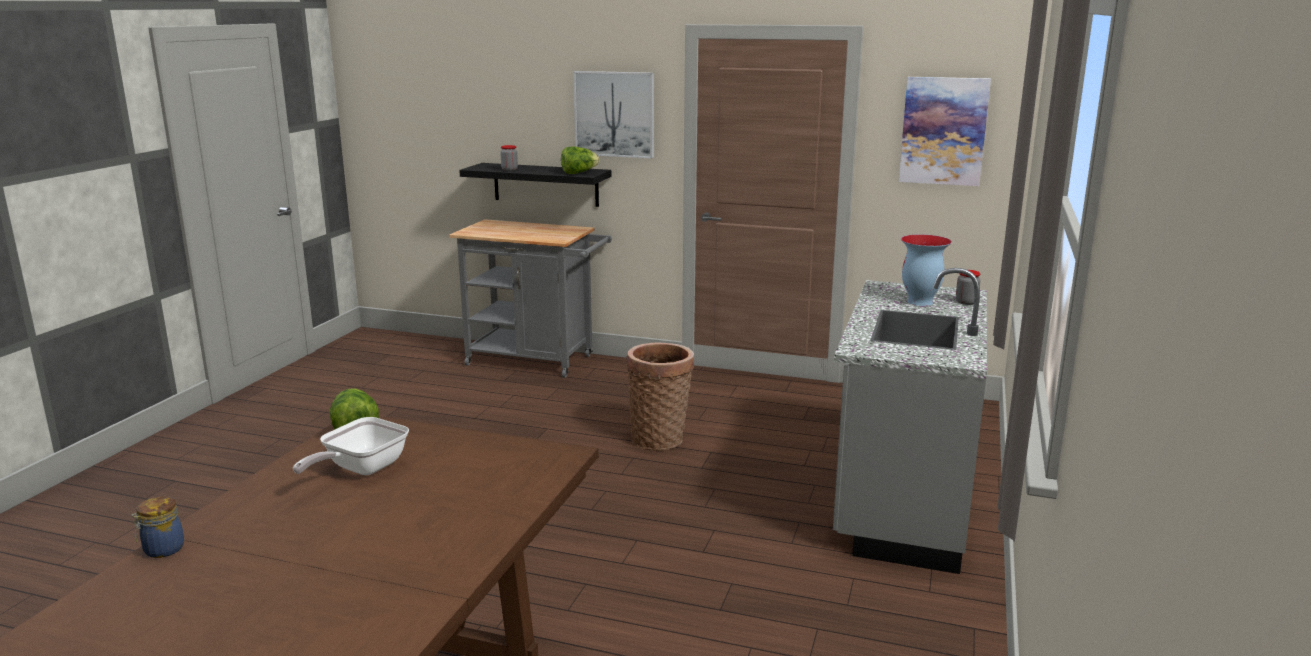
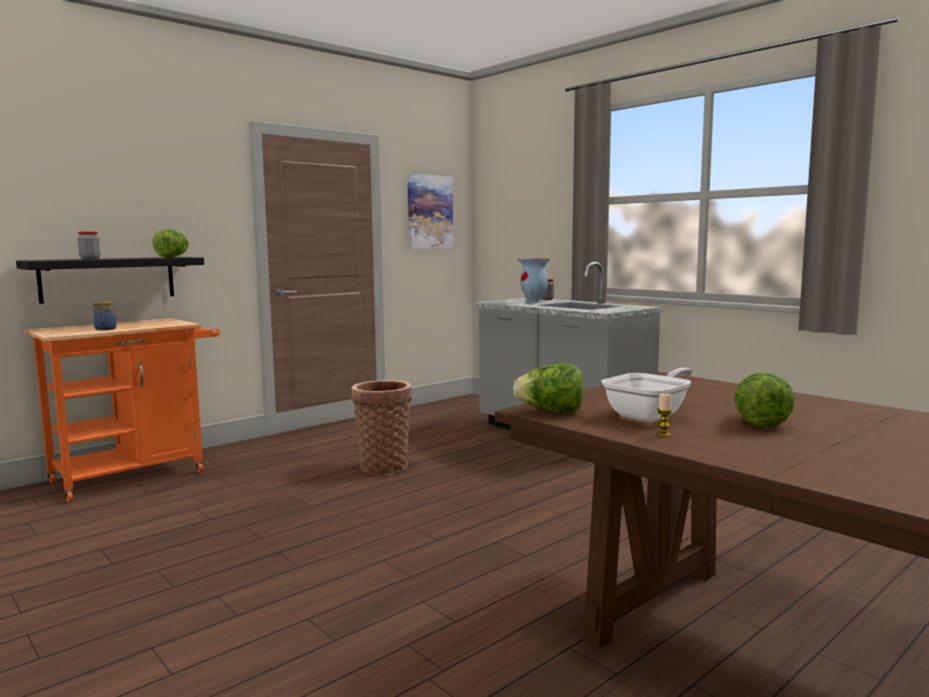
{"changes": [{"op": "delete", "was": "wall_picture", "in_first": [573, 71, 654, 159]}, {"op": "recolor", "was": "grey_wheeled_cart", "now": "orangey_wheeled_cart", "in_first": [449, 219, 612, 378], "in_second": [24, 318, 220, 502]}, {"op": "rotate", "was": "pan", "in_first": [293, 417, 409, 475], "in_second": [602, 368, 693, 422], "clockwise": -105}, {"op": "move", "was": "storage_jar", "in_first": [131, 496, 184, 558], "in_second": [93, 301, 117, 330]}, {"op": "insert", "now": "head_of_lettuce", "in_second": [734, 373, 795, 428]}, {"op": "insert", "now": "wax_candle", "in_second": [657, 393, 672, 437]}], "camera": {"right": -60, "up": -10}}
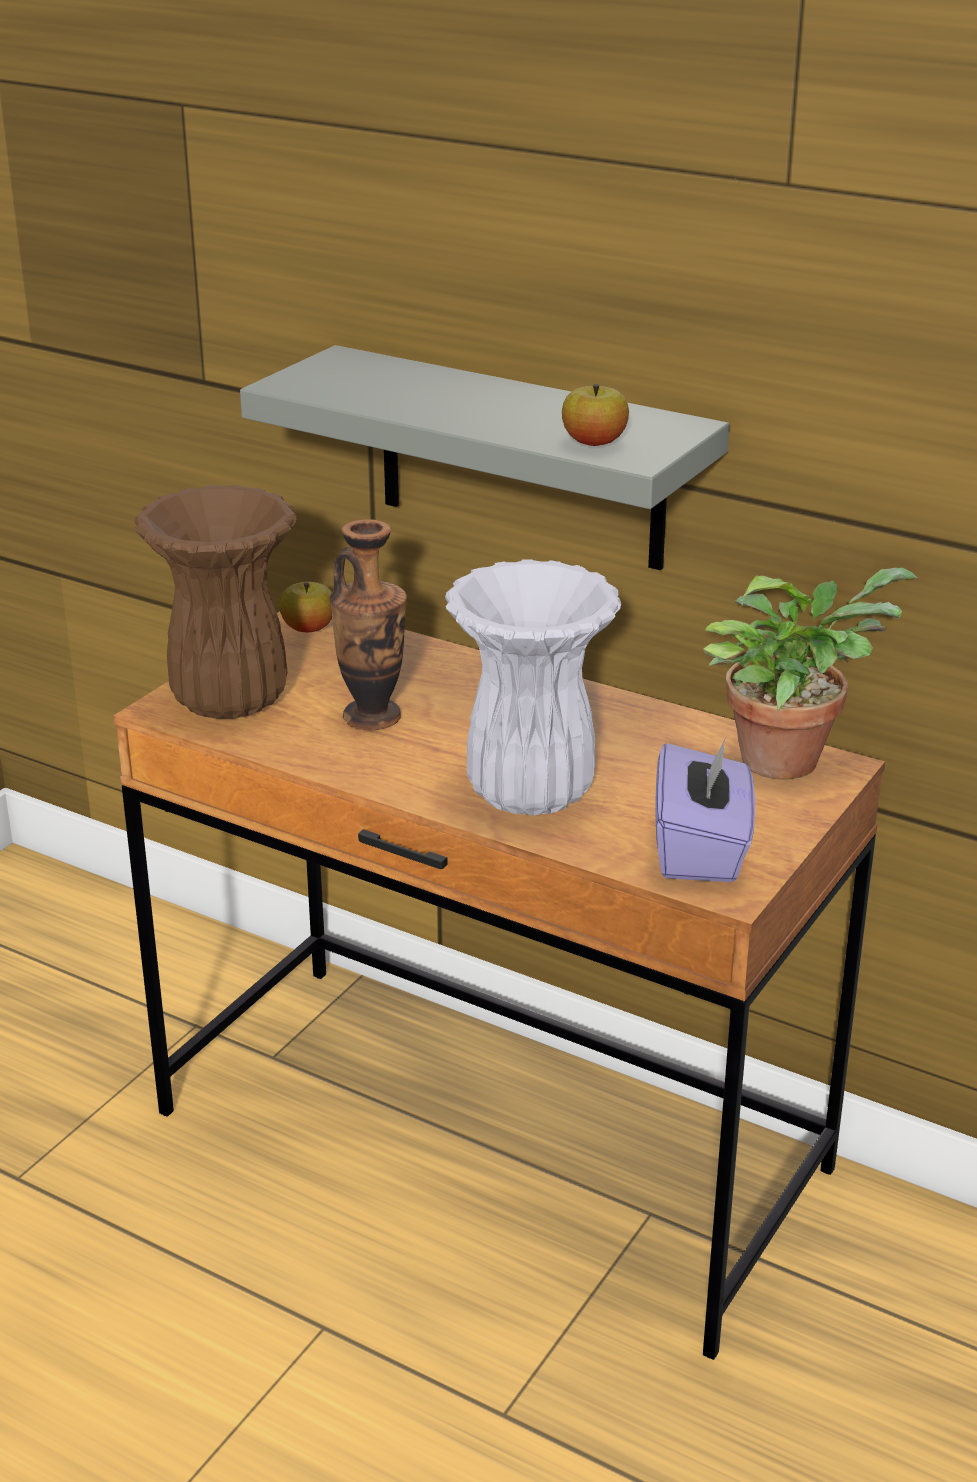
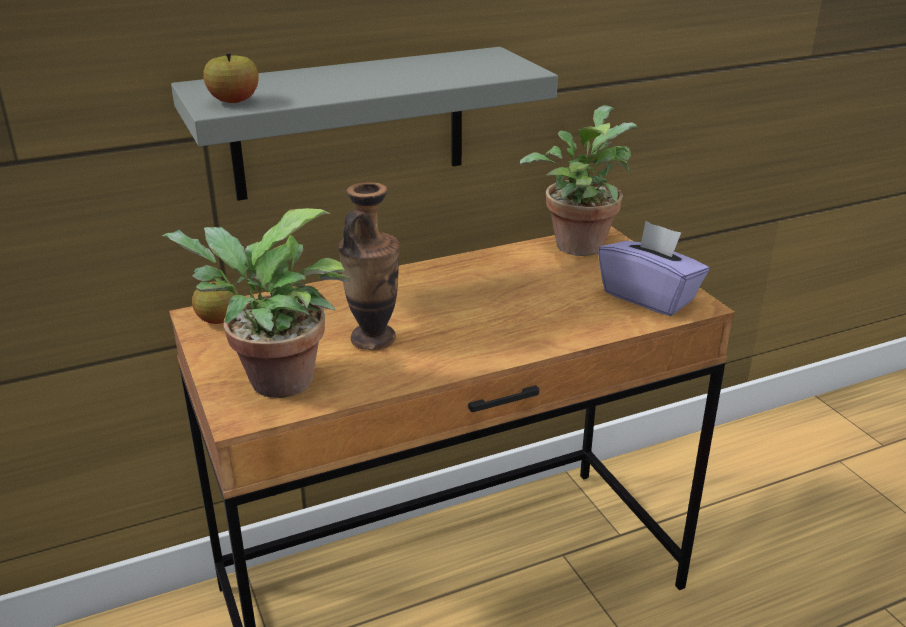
{"changes": [{"op": "move", "was": "apple_fruit", "in_first": [562, 384, 629, 446], "in_second": [203, 53, 259, 103]}, {"op": "replace", "was": "brown-coloured_flower_vase", "now": "plant_in_a_pot", "in_first": [135, 485, 297, 719], "in_second": [162, 208, 350, 398]}, {"op": "delete", "was": "white_flower_vase", "in_first": [445, 559, 621, 815]}], "camera": {"right": -55, "up": 0}}
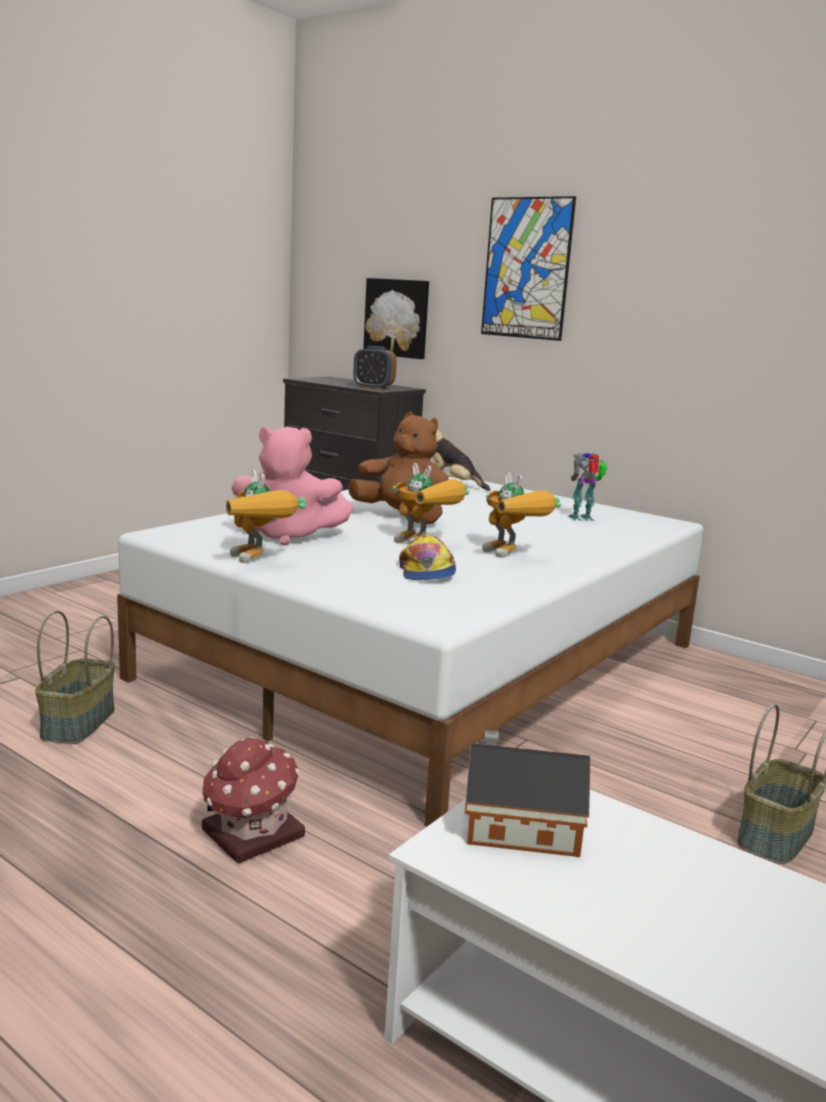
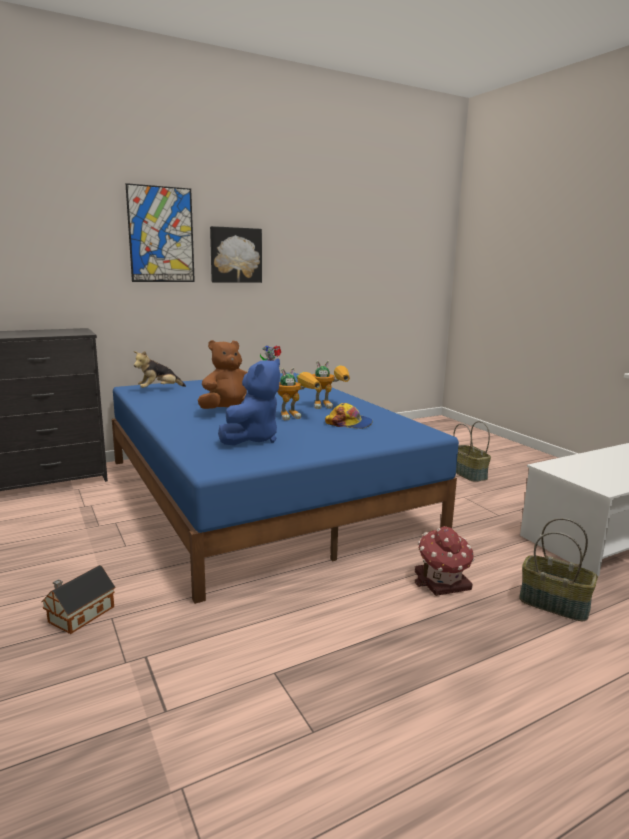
{"changes": [{"op": "move", "was": "wall_picture", "in_first": [363, 278, 429, 359], "in_second": [210, 226, 262, 283]}, {"op": "delete", "was": "bedside_clock", "in_first": [353, 346, 397, 390]}, {"op": "recolor", "was": "pinkish_soft_toy", "now": "blue_soft_toy", "in_first": [231, 427, 353, 546], "in_second": [218, 358, 280, 446]}, {"op": "delete", "was": "robot_figure", "in_first": [226, 470, 306, 563]}, {"op": "recolor", "was": "white_bedroom_bed", "now": "blue_bedroom_bed", "in_first": [117, 473, 703, 826], "in_second": [112, 373, 459, 604]}, {"op": "move", "was": "storage_basket", "in_first": [35, 611, 115, 744], "in_second": [519, 518, 598, 621]}, {"op": "move", "was": "miniature_house", "in_first": [465, 731, 590, 857], "in_second": [42, 565, 116, 634]}], "camera": {"right": -65, "up": 0}}
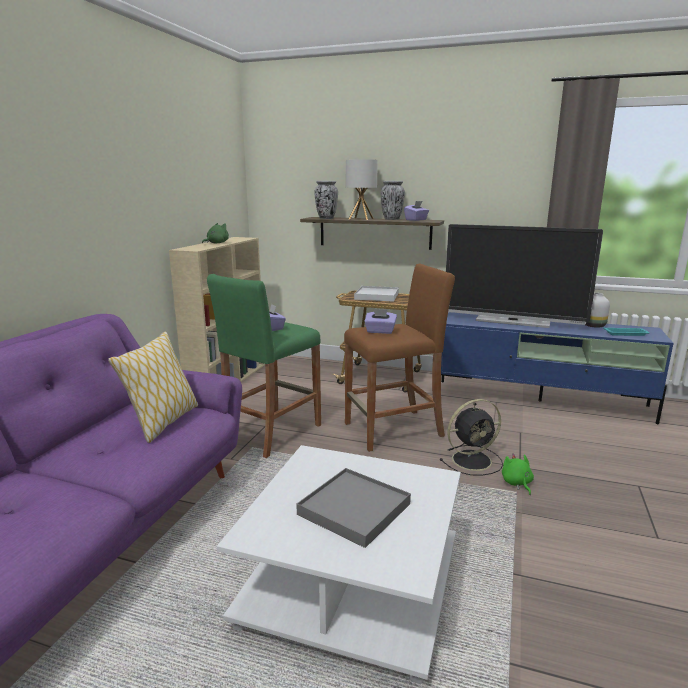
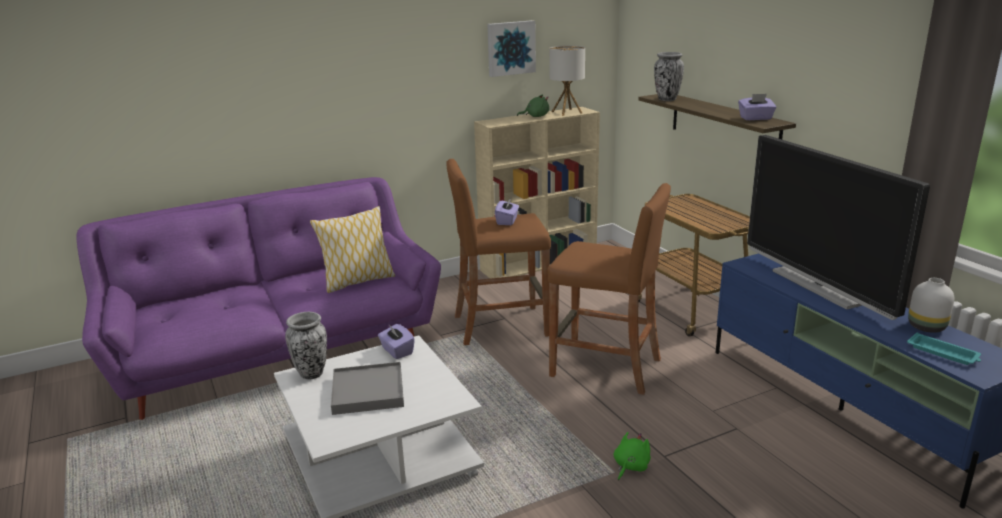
{"changes": [{"op": "move", "was": "table_lamp", "in_first": [346, 159, 378, 220], "in_second": [549, 45, 585, 116]}, {"op": "move", "was": "flower_vase", "in_first": [381, 181, 405, 220], "in_second": [285, 312, 327, 380]}, {"op": "recolor", "was": "green_sitting_stool", "now": "brown-coloured_sitting_stool", "in_first": [207, 274, 321, 458], "in_second": [447, 159, 551, 345]}, {"op": "delete", "was": "white_carrying_tray", "in_first": [354, 286, 399, 302]}, {"op": "move", "was": "purple_tissue_holder", "in_first": [364, 309, 397, 334], "in_second": [378, 324, 415, 359]}, {"op": "delete", "was": "black-coloured_cooling_fan", "in_first": [440, 399, 503, 476]}, {"op": "insert", "now": "wall_picture", "in_second": [487, 20, 536, 77]}], "camera": {"right": 45, "up": 5}}
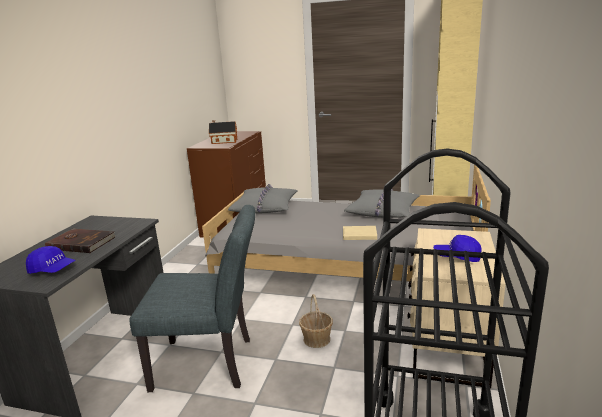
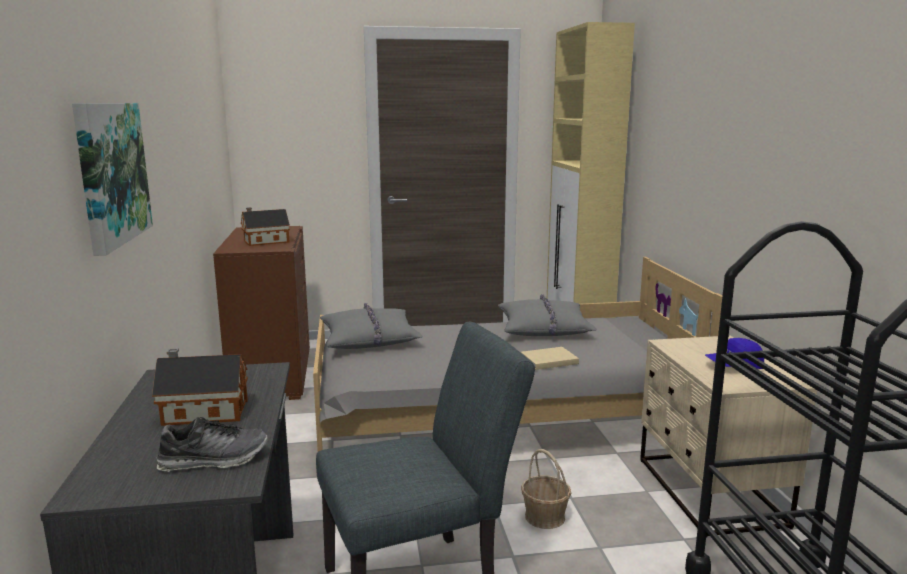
{"changes": [{"op": "replace", "was": "brown-coloured_volume", "now": "miniature_house", "in_first": [45, 229, 116, 253], "in_second": [152, 349, 248, 426]}, {"op": "replace", "was": "blue_peaked_cap", "now": "item_of_footwear", "in_first": [26, 246, 76, 274], "in_second": [157, 417, 268, 472]}, {"op": "insert", "now": "wall_picture", "in_second": [72, 103, 153, 256]}], "camera": {"right": -25, "up": -5}}
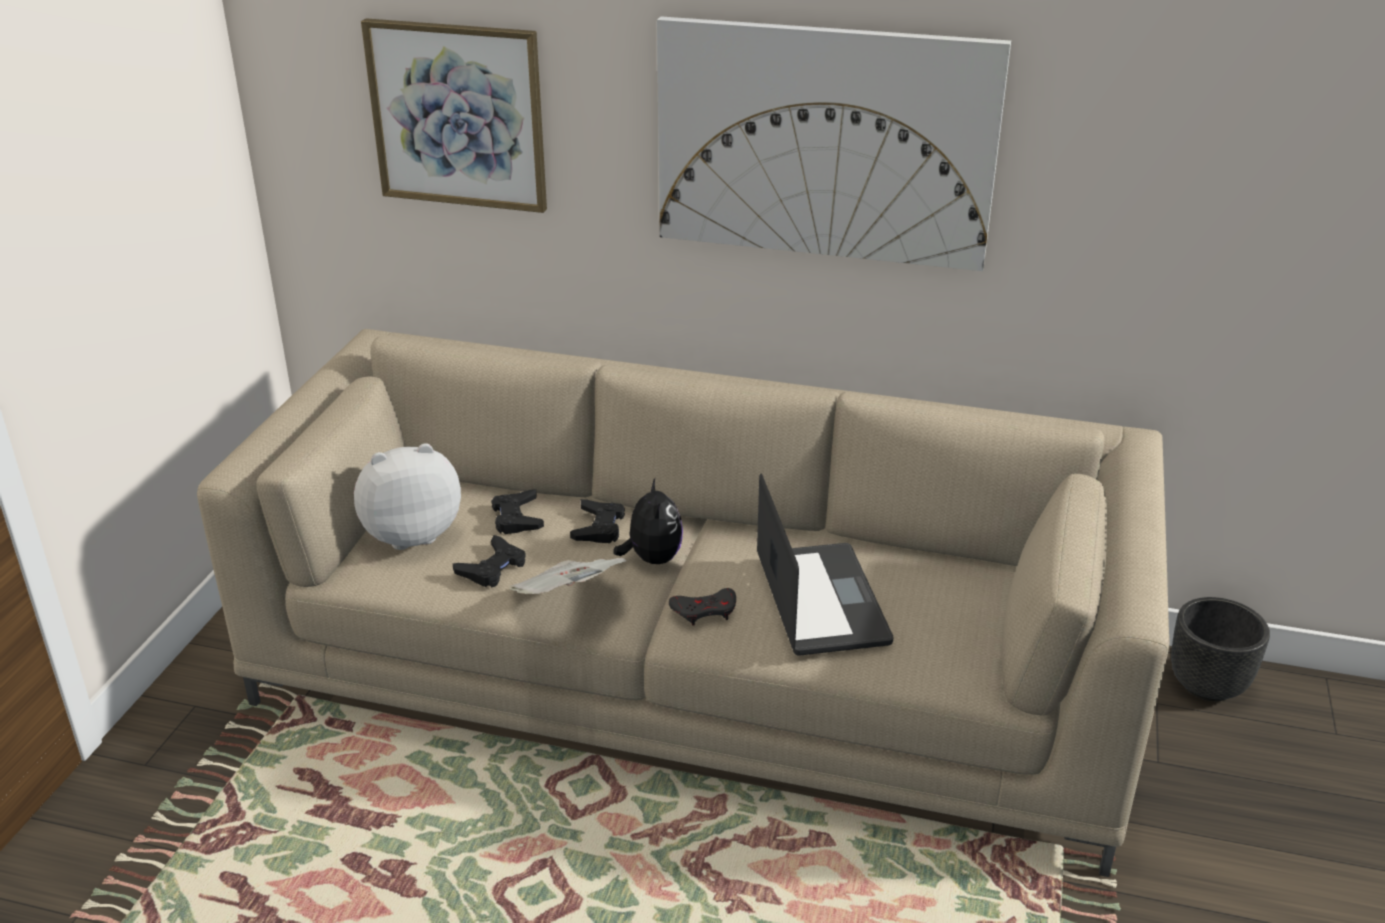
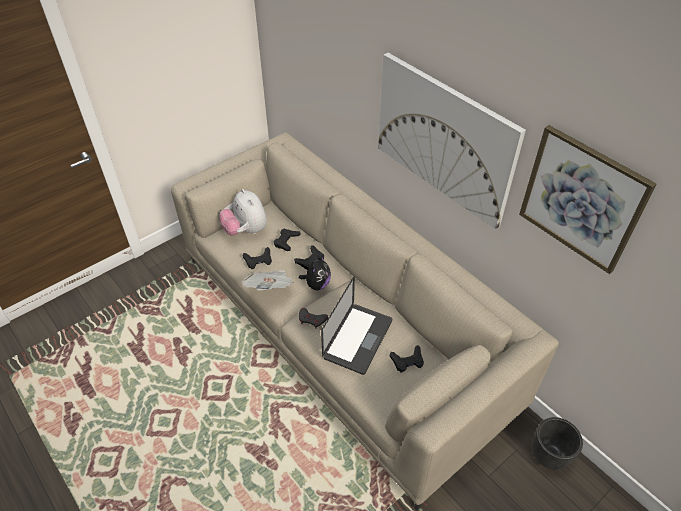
{"changes": [{"op": "move", "was": "wall_picture", "in_first": [361, 18, 547, 213], "in_second": [519, 125, 656, 274]}, {"op": "rotate", "was": "soft_toy", "in_first": [354, 443, 461, 550], "in_second": [219, 189, 267, 236], "clockwise": -135}, {"op": "insert", "now": "black-coloured_game_controller", "in_second": [390, 345, 424, 373]}], "camera": {"right": 35, "up": 15}}
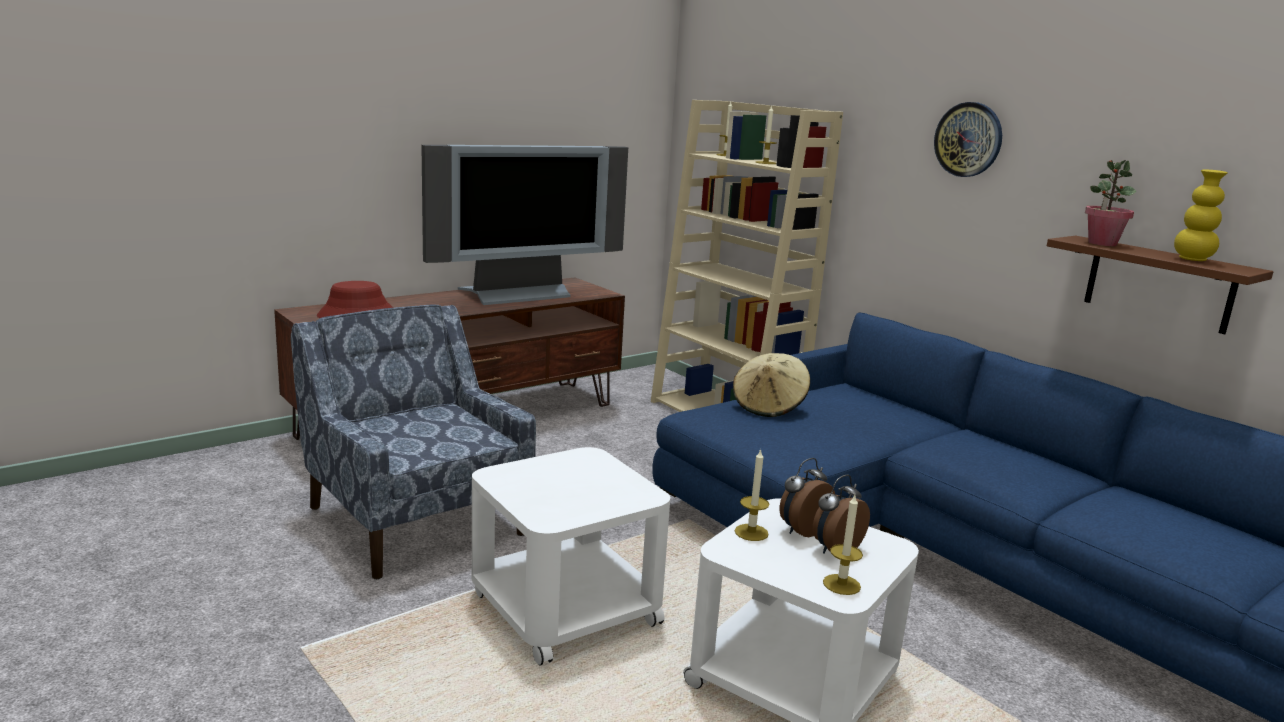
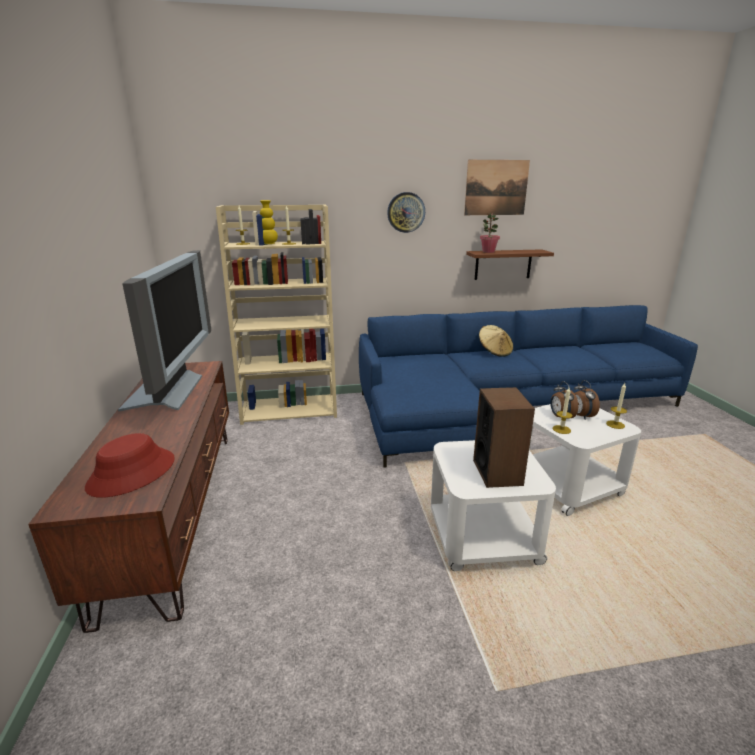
{"changes": [{"op": "move", "was": "yellow-coloured_flower_vase", "in_first": [1174, 170, 1227, 261], "in_second": [260, 200, 278, 244]}, {"op": "delete", "was": "blue_armchair", "in_first": [291, 304, 536, 579]}, {"op": "move", "was": "beige-coloured_clothing_hat", "in_first": [733, 353, 810, 417], "in_second": [479, 325, 513, 357]}, {"op": "insert", "now": "wall_picture", "in_second": [464, 160, 530, 215]}, {"op": "insert", "now": "audio_speaker", "in_second": [473, 387, 535, 488]}], "camera": {"right": -60, "up": 5}}
